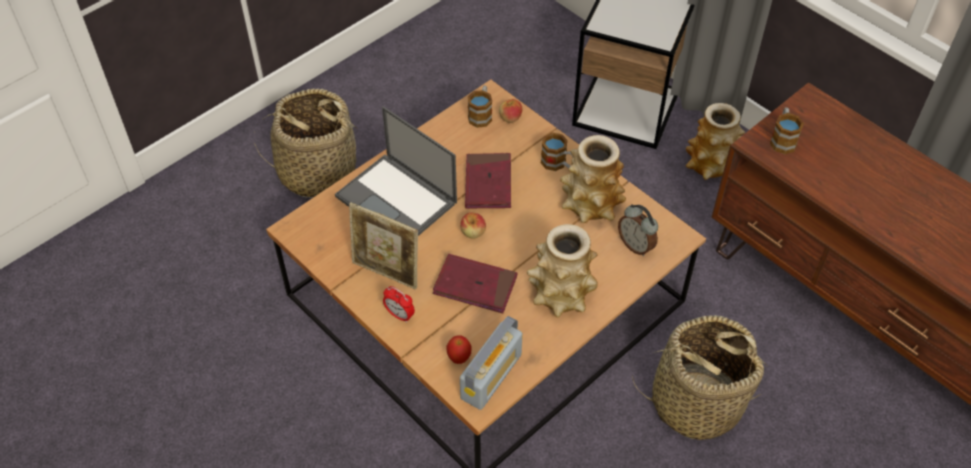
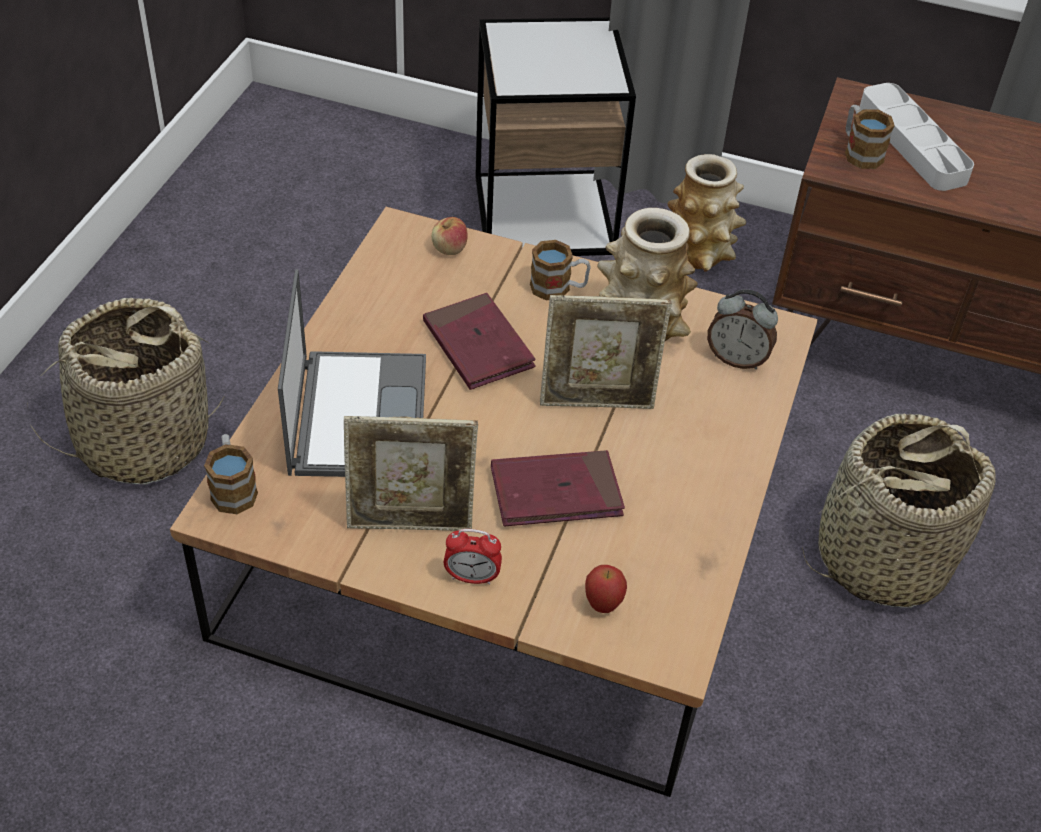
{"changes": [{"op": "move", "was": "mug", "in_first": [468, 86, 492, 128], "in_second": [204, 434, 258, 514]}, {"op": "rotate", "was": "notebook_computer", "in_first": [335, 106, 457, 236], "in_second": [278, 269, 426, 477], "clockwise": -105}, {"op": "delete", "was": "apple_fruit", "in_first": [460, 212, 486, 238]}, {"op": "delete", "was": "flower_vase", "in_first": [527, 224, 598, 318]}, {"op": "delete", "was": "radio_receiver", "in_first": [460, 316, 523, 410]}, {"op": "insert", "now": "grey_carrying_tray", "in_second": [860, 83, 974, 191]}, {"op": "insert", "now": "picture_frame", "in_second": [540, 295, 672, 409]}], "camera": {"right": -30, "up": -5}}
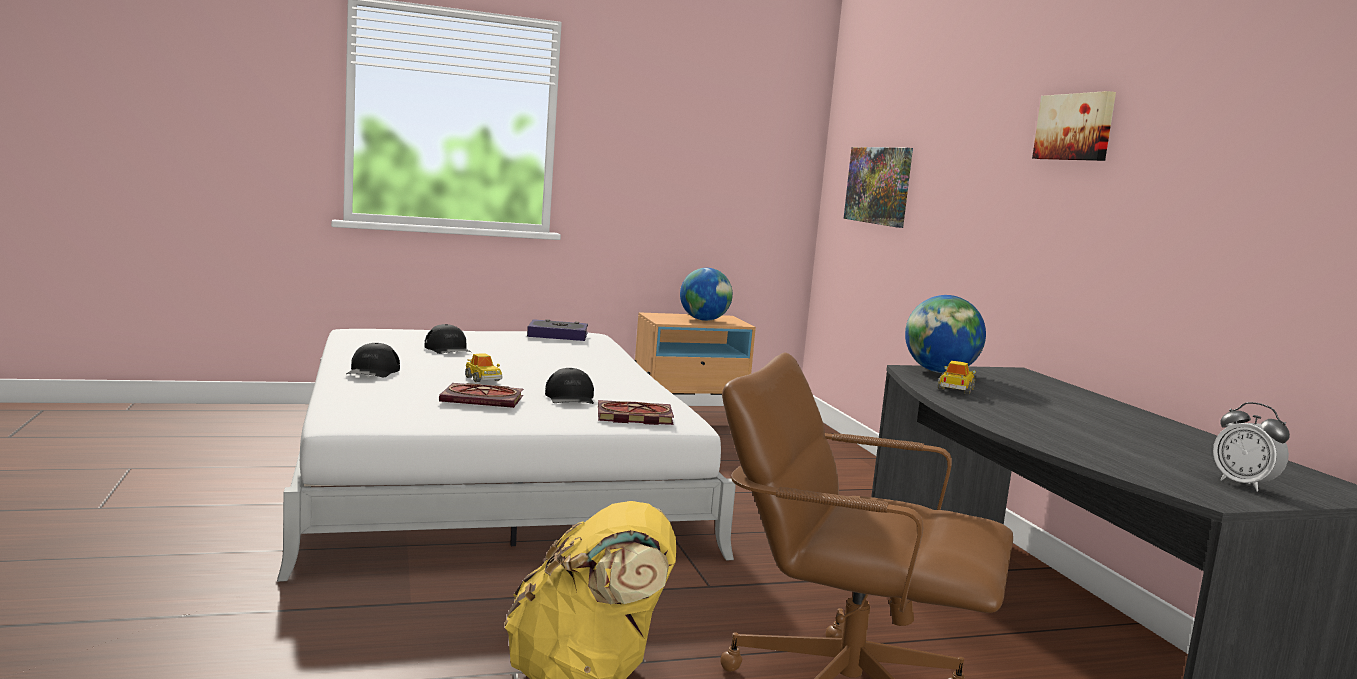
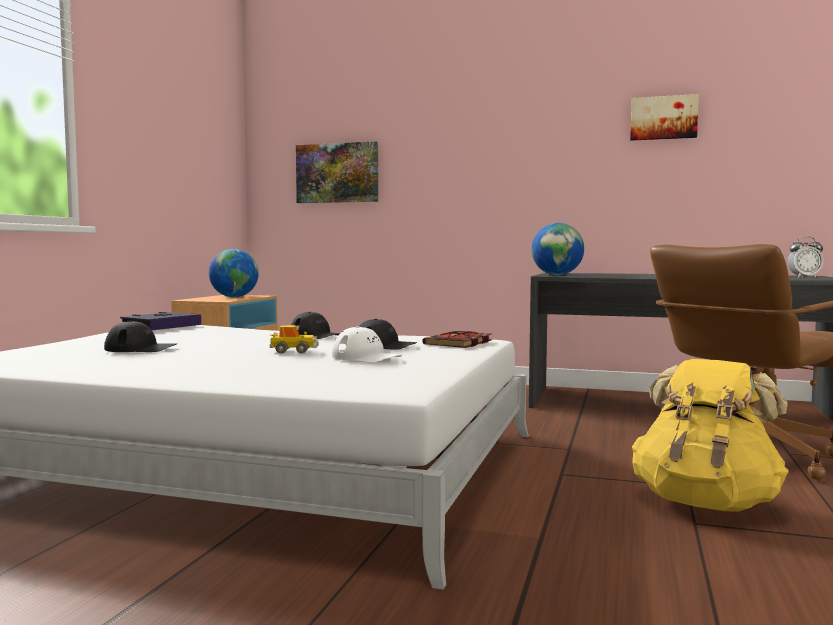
{"changes": [{"op": "move", "was": "wall_picture", "in_first": [1032, 91, 1116, 161], "in_second": [630, 94, 699, 141]}, {"op": "move", "was": "black-coloured_peaked_cap", "in_first": [346, 343, 400, 377], "in_second": [291, 312, 340, 339]}, {"op": "delete", "was": "model_car", "in_first": [938, 361, 976, 394]}, {"op": "replace", "was": "volume", "now": "white_peaked_cap", "in_first": [439, 383, 523, 408], "in_second": [332, 327, 402, 363]}], "camera": {"right": -55, "up": -5}}
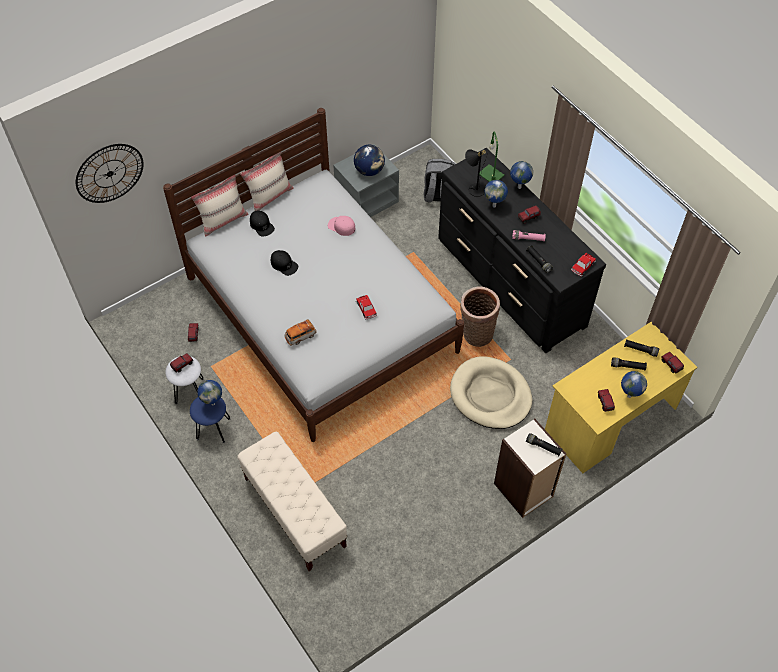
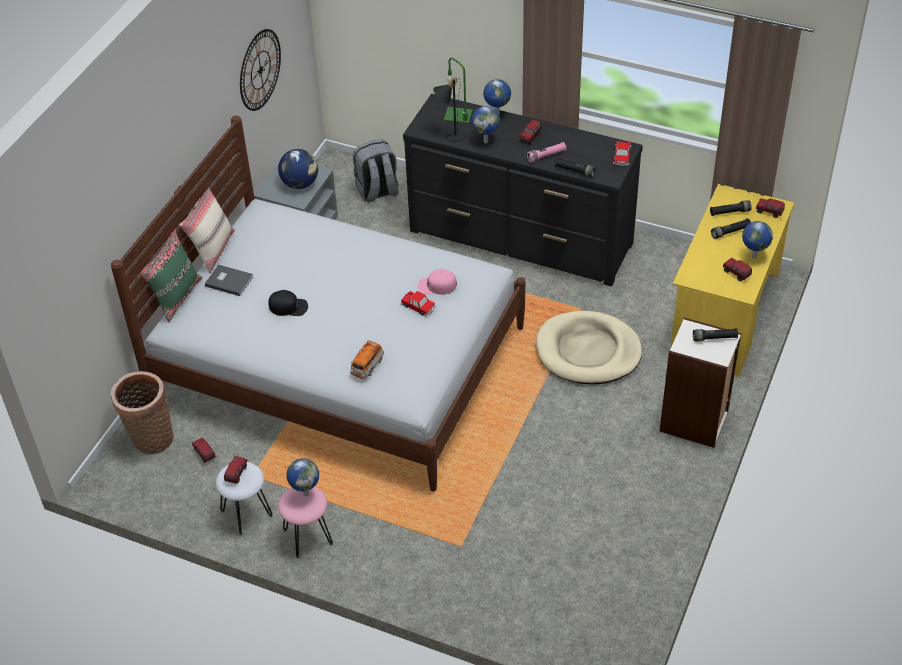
{"changes": [{"op": "move", "was": "hanging_clock", "in_first": [76, 144, 144, 203], "in_second": [240, 29, 281, 111]}, {"op": "recolor", "was": "beige-coloured_throw_pillow", "now": "green_throw_pillow", "in_first": [191, 175, 248, 237], "in_second": [139, 230, 203, 322]}, {"op": "replace", "was": "black-coloured_peaked_cap", "now": "grey_volume", "in_first": [250, 211, 275, 236], "in_second": [205, 265, 253, 296]}, {"op": "move", "was": "pinkish_peaked_cap", "in_first": [328, 216, 355, 236], "in_second": [418, 269, 457, 295]}, {"op": "move", "was": "storage_basket", "in_first": [460, 286, 500, 347], "in_second": [111, 371, 174, 454]}, {"op": "recolor", "was": "blue_sitting_stool", "now": "pinkish_sitting_stool", "in_first": [190, 397, 230, 443], "in_second": [278, 486, 333, 559]}, {"op": "delete", "was": "beige-coloured_indoor_bench", "in_first": [237, 432, 347, 571]}], "camera": {"right": -30, "up": -10}}
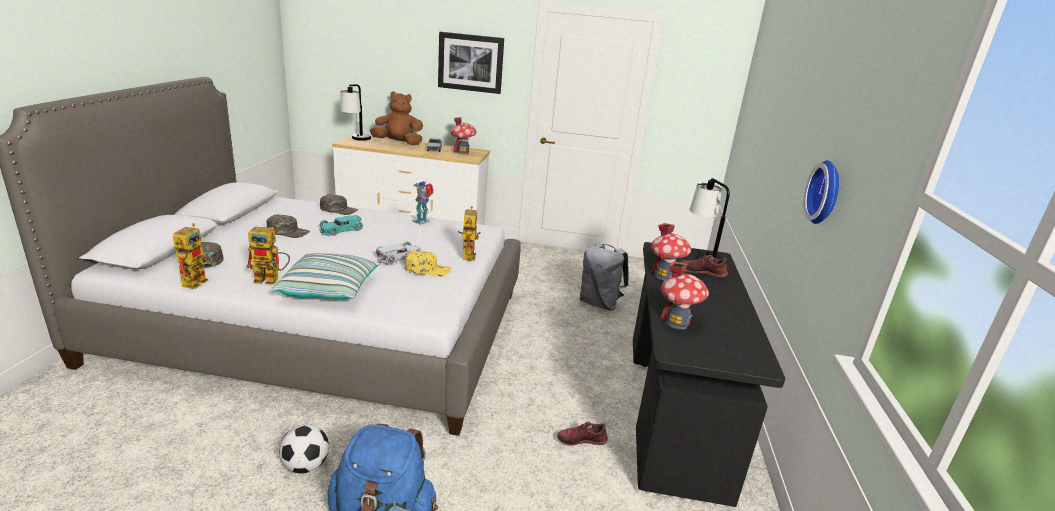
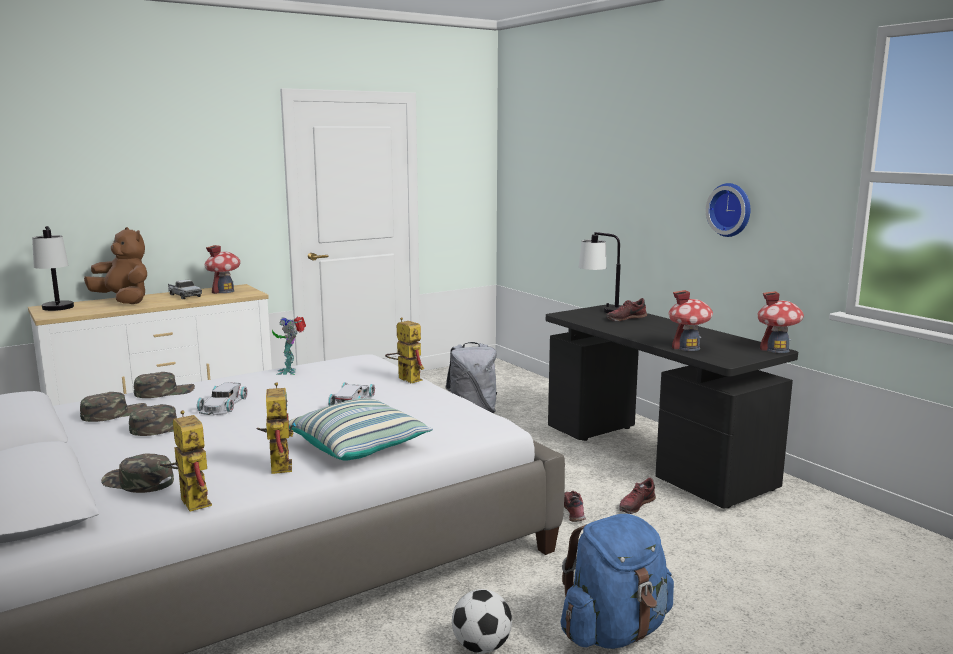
{"changes": [{"op": "delete", "was": "wall_picture", "in_first": [438, 32, 504, 94]}, {"op": "rotate", "was": "brown-coloured_soft_toy", "in_first": [370, 91, 423, 145], "in_second": [84, 227, 147, 304], "clockwise": 75}, {"op": "recolor", "was": "turquoise_model_car", "now": "white_model_car", "in_first": [320, 215, 363, 236], "in_second": [197, 382, 248, 415]}, {"op": "move", "was": "miniature_house", "in_first": [651, 223, 691, 281], "in_second": [757, 291, 804, 353]}, {"op": "rotate", "was": "robot_figure", "in_first": [246, 227, 290, 285], "in_second": [257, 382, 296, 474], "clockwise": -60}, {"op": "delete", "was": "yellow-coloured_peaked_cap", "in_first": [404, 251, 451, 277]}, {"op": "insert", "now": "green_peaked_cap", "in_second": [80, 392, 147, 422]}, {"op": "insert", "now": "item_of_footwear", "in_second": [564, 491, 586, 522]}], "camera": {"right": -40, "up": -10}}
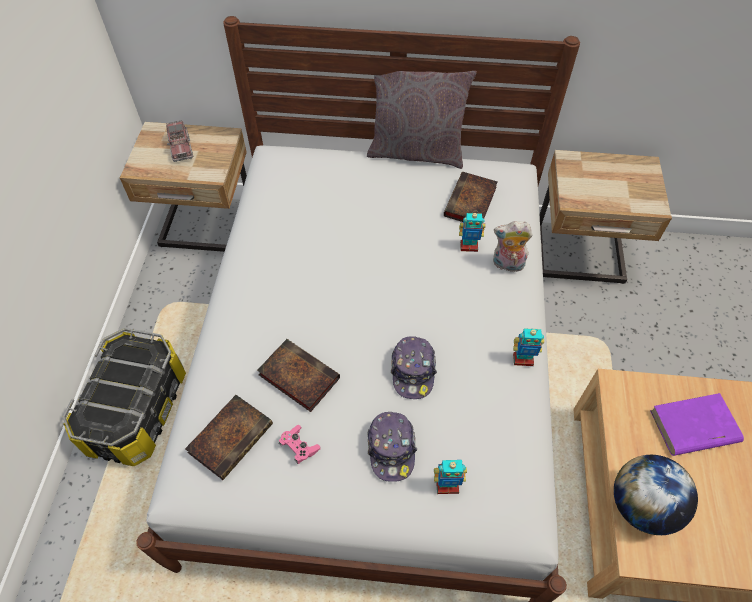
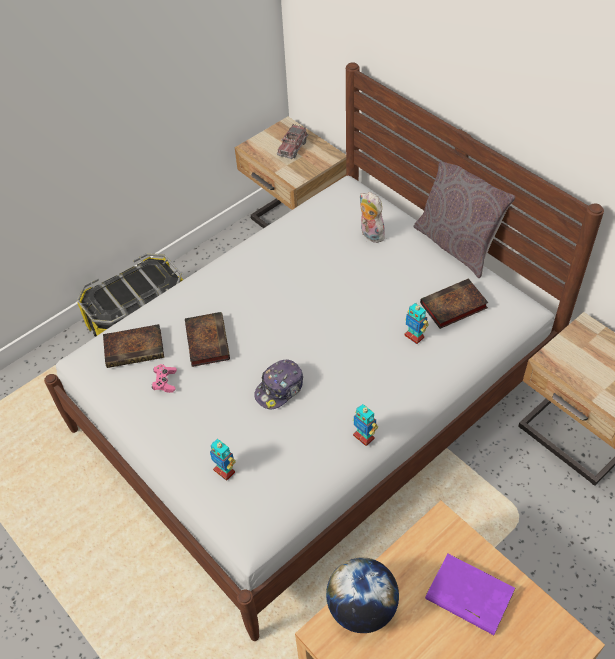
{"changes": [{"op": "move", "was": "soft_toy", "in_first": [493, 221, 533, 272], "in_second": [360, 192, 385, 243]}, {"op": "delete", "was": "peaked_cap", "in_first": [367, 412, 417, 482]}], "camera": {"right": 45, "up": -5}}
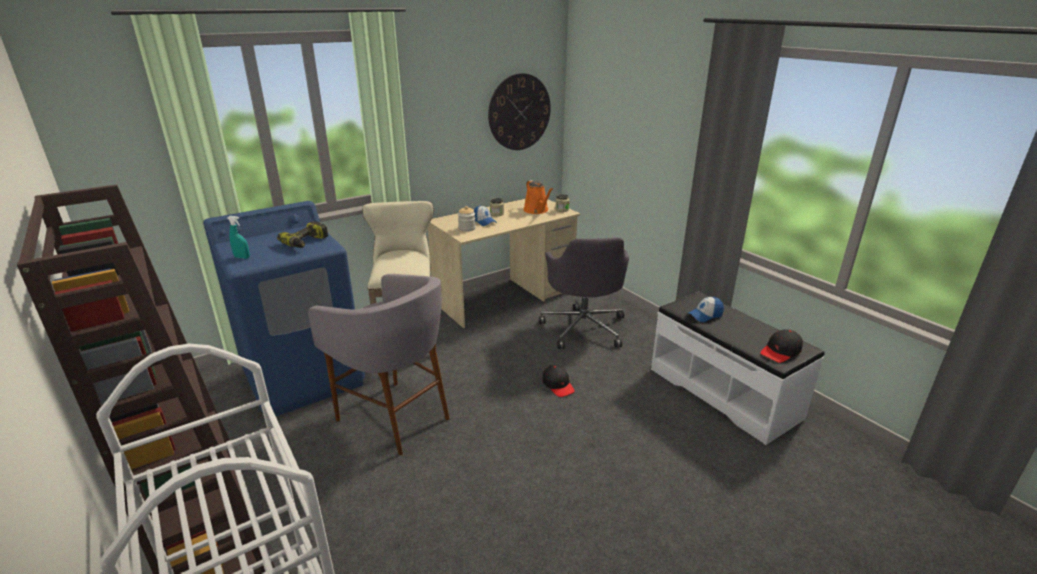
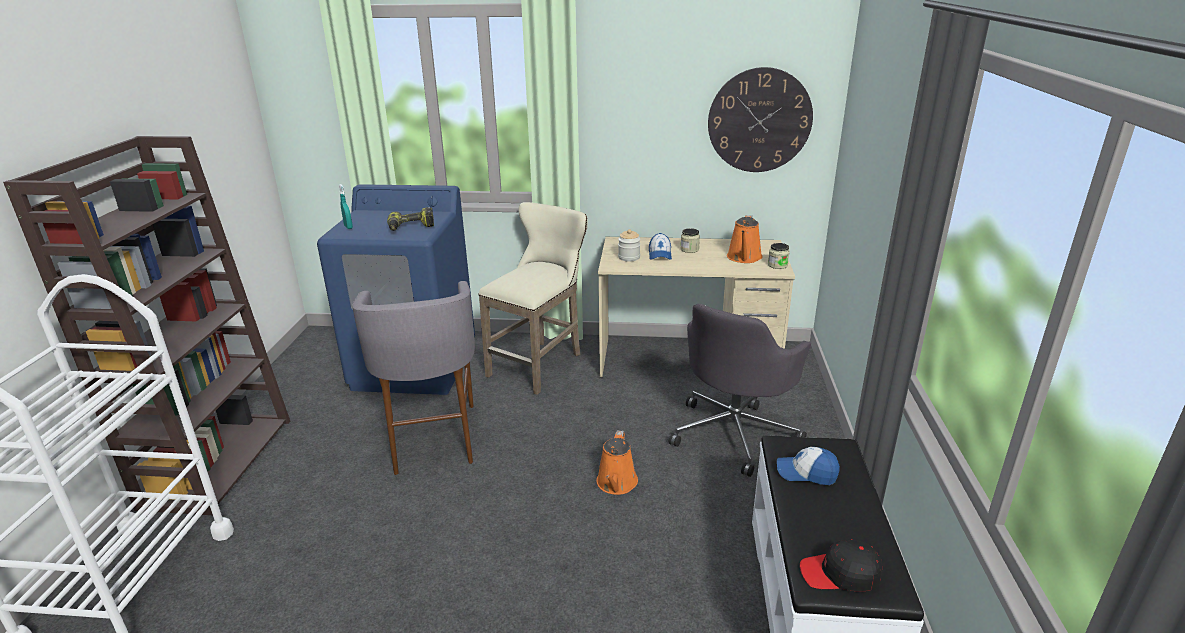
{"changes": [{"op": "replace", "was": "black-coloured_peaked_cap", "now": "orangey_watering_can", "in_first": [542, 365, 575, 397], "in_second": [596, 430, 638, 495]}], "camera": {"right": 40, "up": 0}}
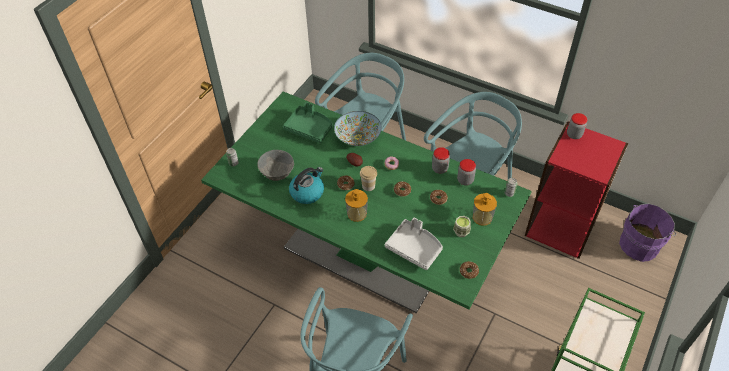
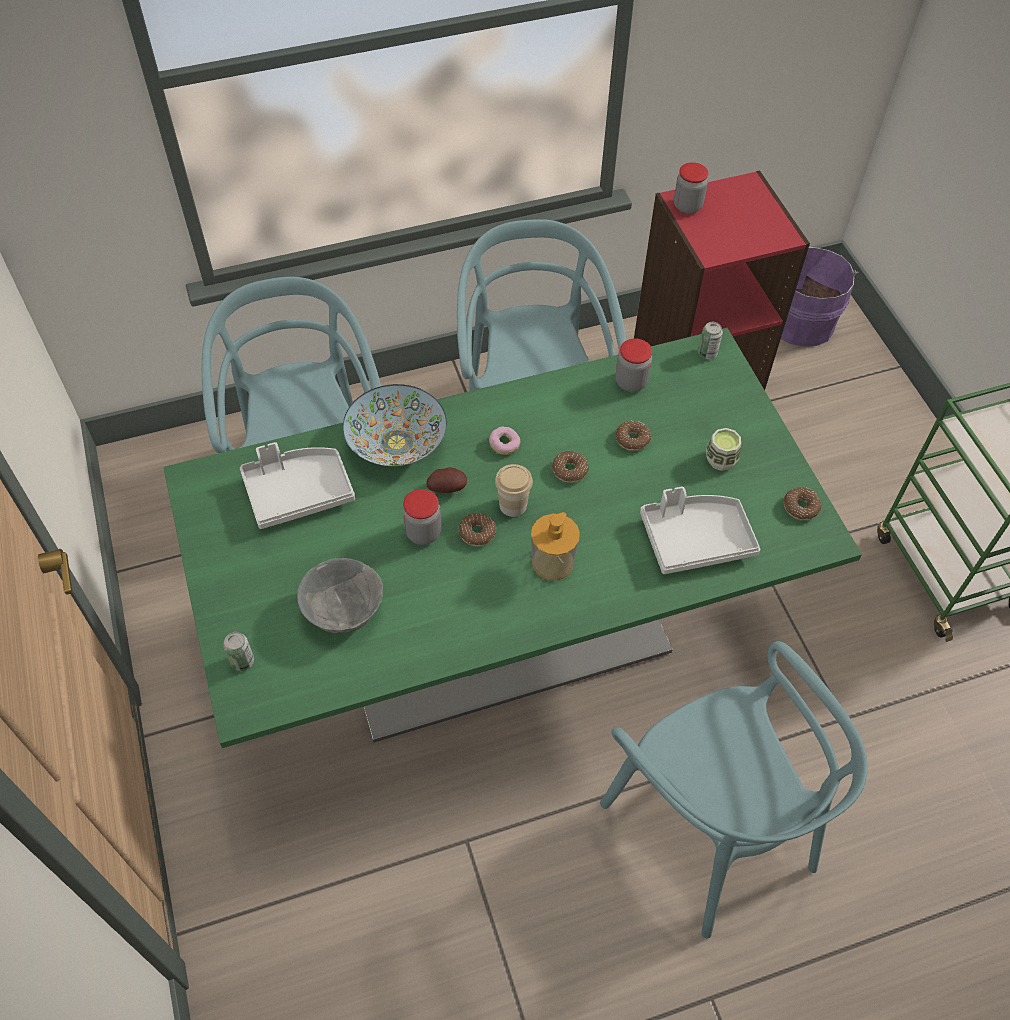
{"changes": [{"op": "recolor", "was": "green_carrying_tray", "now": "grey_carrying_tray", "in_first": [283, 102, 333, 143], "in_second": [240, 442, 355, 529]}, {"op": "move", "was": "storage_jar", "in_first": [432, 147, 450, 174], "in_second": [403, 489, 442, 545]}, {"op": "delete", "was": "water_kettle", "in_first": [289, 167, 324, 204]}, {"op": "delete", "was": "liquid_soap_bottle", "in_first": [473, 193, 497, 226]}], "camera": {"right": -50, "up": 5}}
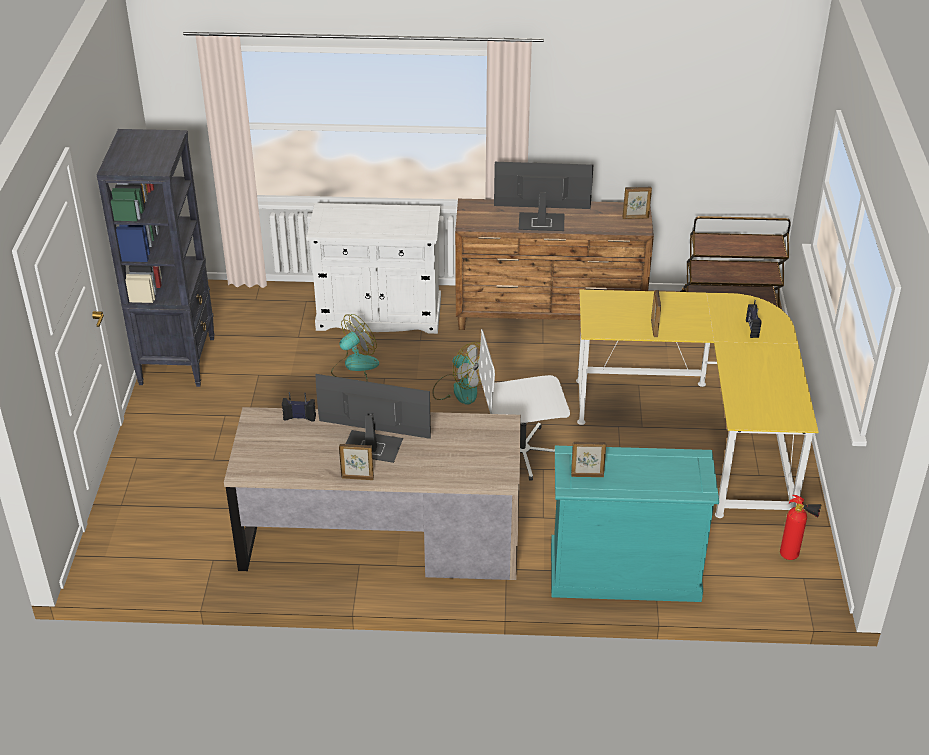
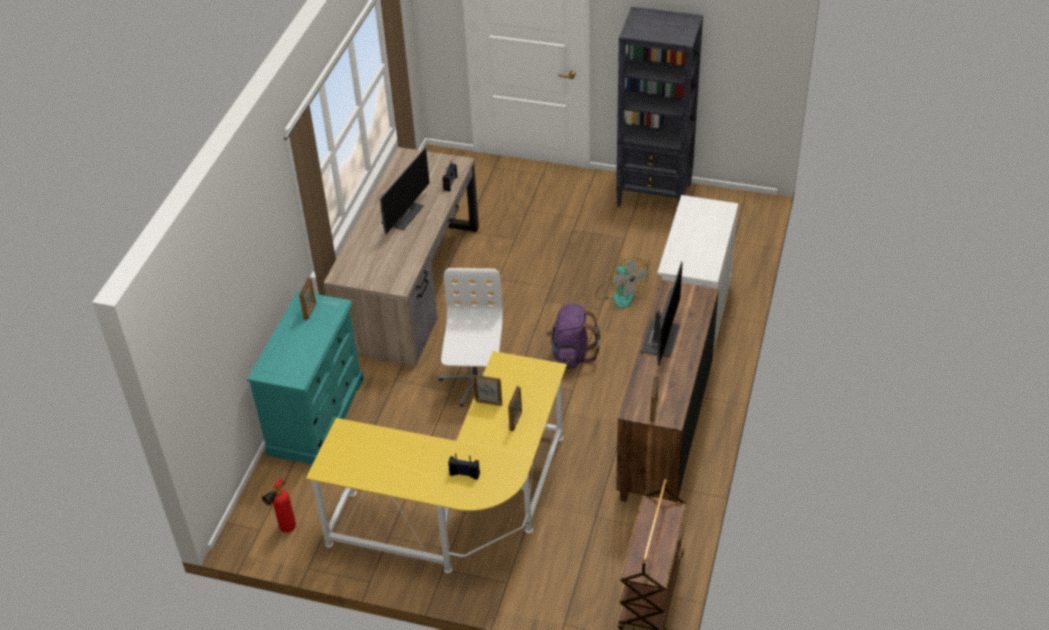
{"changes": [{"op": "replace", "was": "cooling_fan", "now": "purple_rucksack", "in_first": [432, 342, 481, 404], "in_second": [546, 304, 600, 369]}, {"op": "move", "was": "picture_frame", "in_first": [339, 444, 374, 480], "in_second": [508, 386, 522, 431]}], "camera": {"right": 105, "up": 5}}
